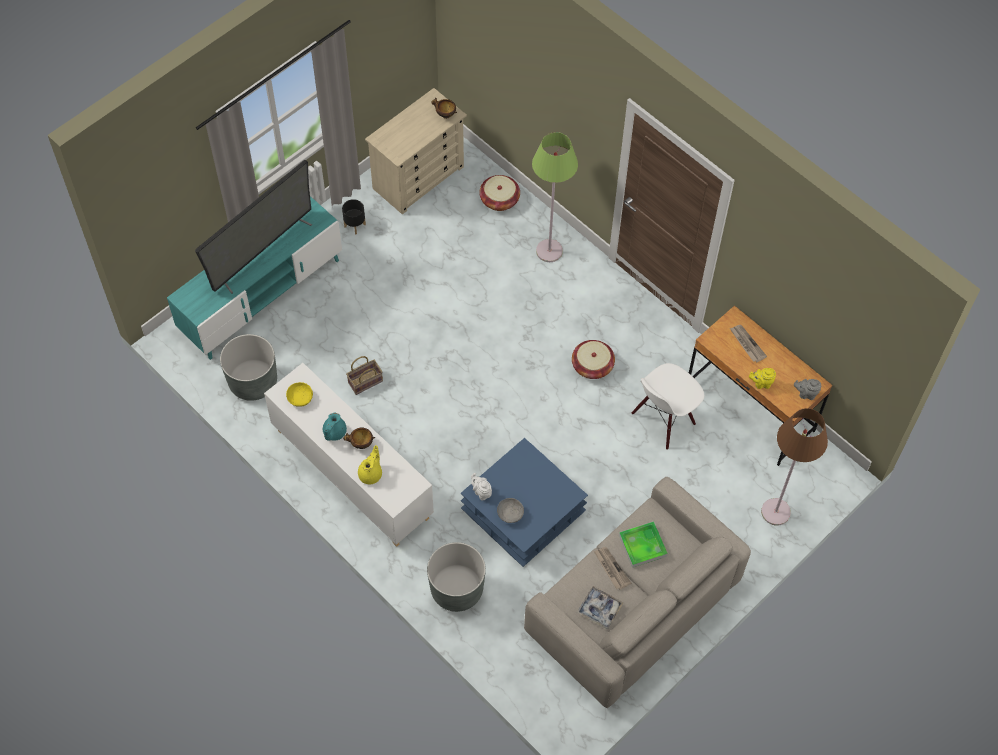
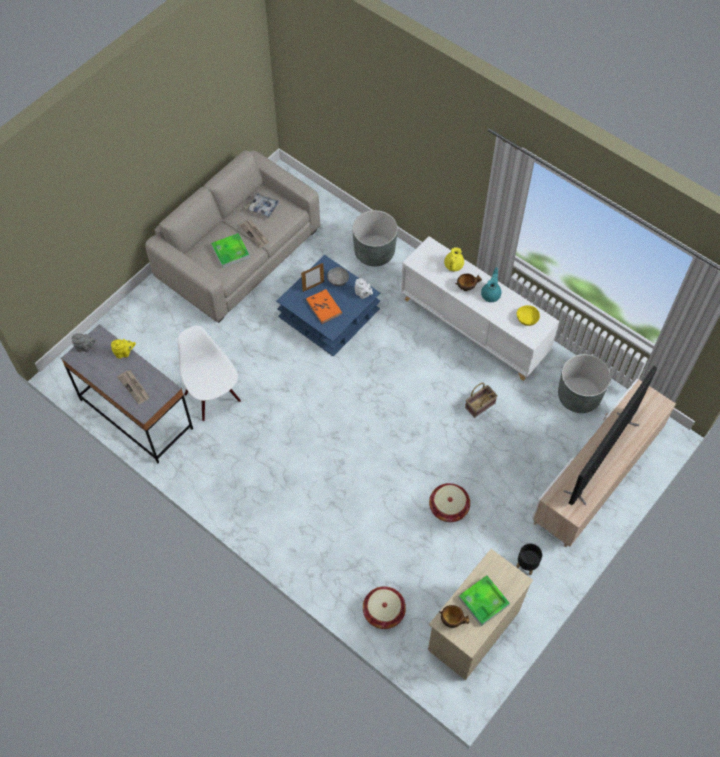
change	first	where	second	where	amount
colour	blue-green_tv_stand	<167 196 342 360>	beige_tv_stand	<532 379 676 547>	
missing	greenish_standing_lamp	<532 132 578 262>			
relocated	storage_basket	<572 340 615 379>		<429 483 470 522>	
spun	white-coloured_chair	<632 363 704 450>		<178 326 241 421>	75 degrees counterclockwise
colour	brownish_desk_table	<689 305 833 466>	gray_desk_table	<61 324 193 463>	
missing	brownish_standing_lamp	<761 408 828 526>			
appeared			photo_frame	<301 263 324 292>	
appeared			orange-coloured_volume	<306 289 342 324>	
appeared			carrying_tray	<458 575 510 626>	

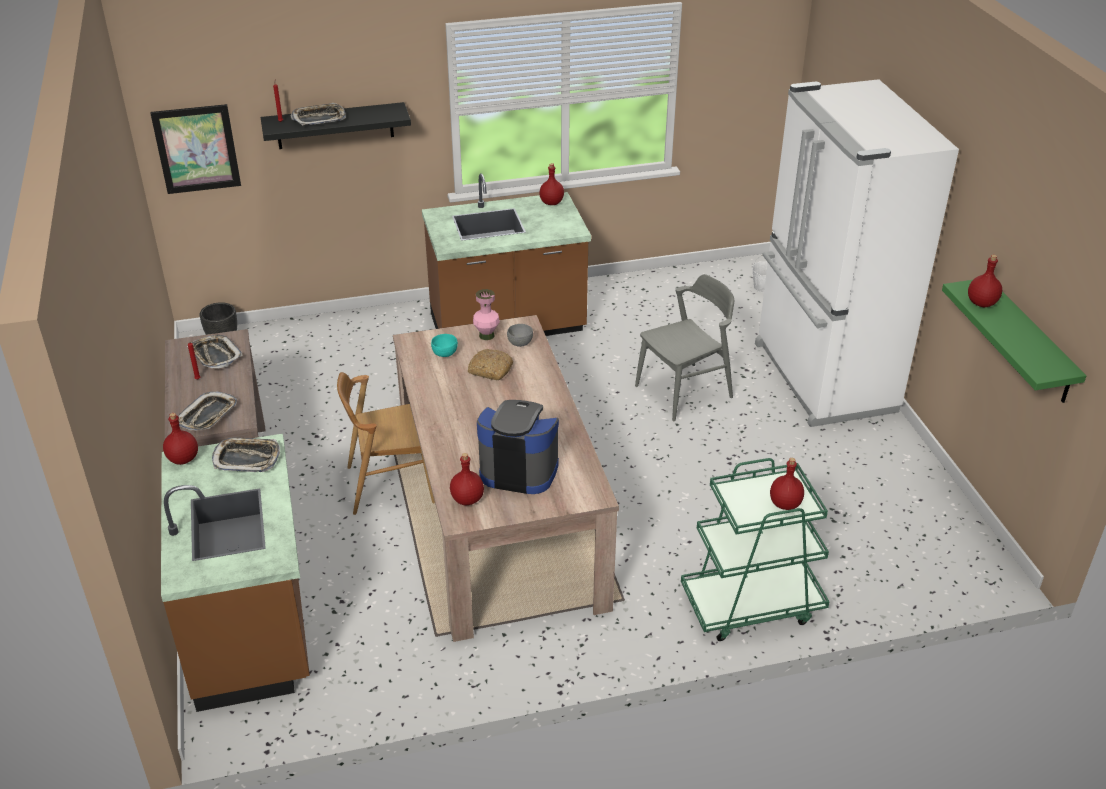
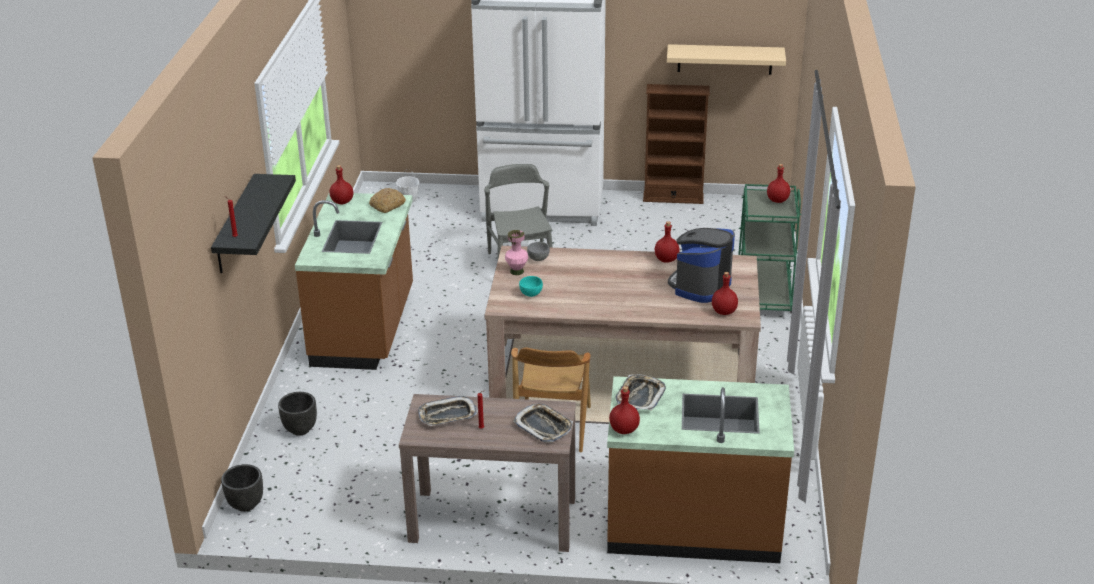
change	first	where	second	where	amount
missing	wall_art	<150 104 241 194>			
missing	carrying_tray	<290 103 346 126>			
relocated	bakery_bread	<468 349 513 380>		<369 188 406 213>	
colour	greenish_wall_shelf	<942 280 1086 403>	beige_wall_shelf	<667 44 786 75>	
relocated	red-coloured_bottle	<968 255 1002 307>		<655 221 680 263>	
appeared			black-coloured_planter	<278 392 317 436>	
appeared			brownish_bookshelf	<643 84 710 204>	

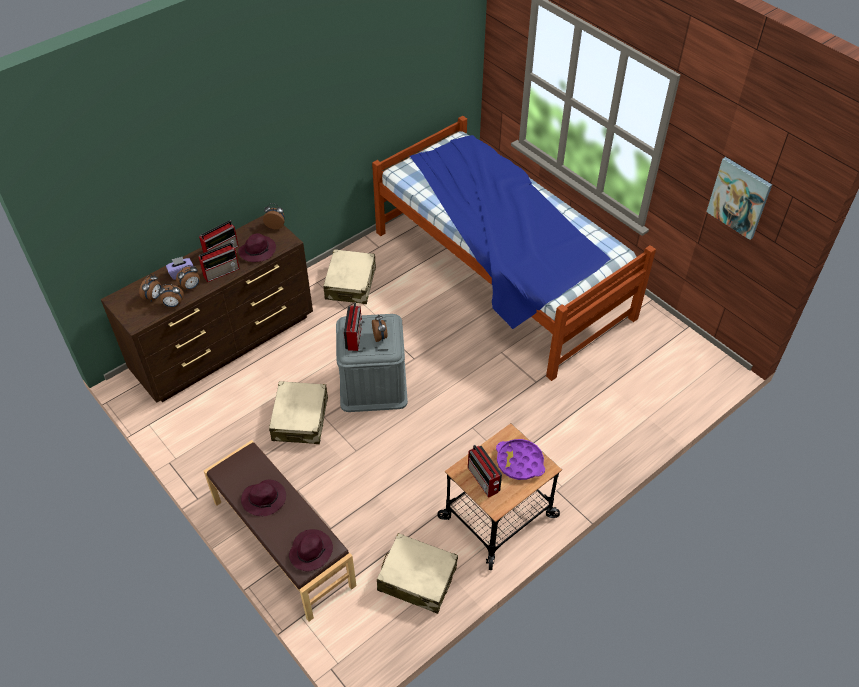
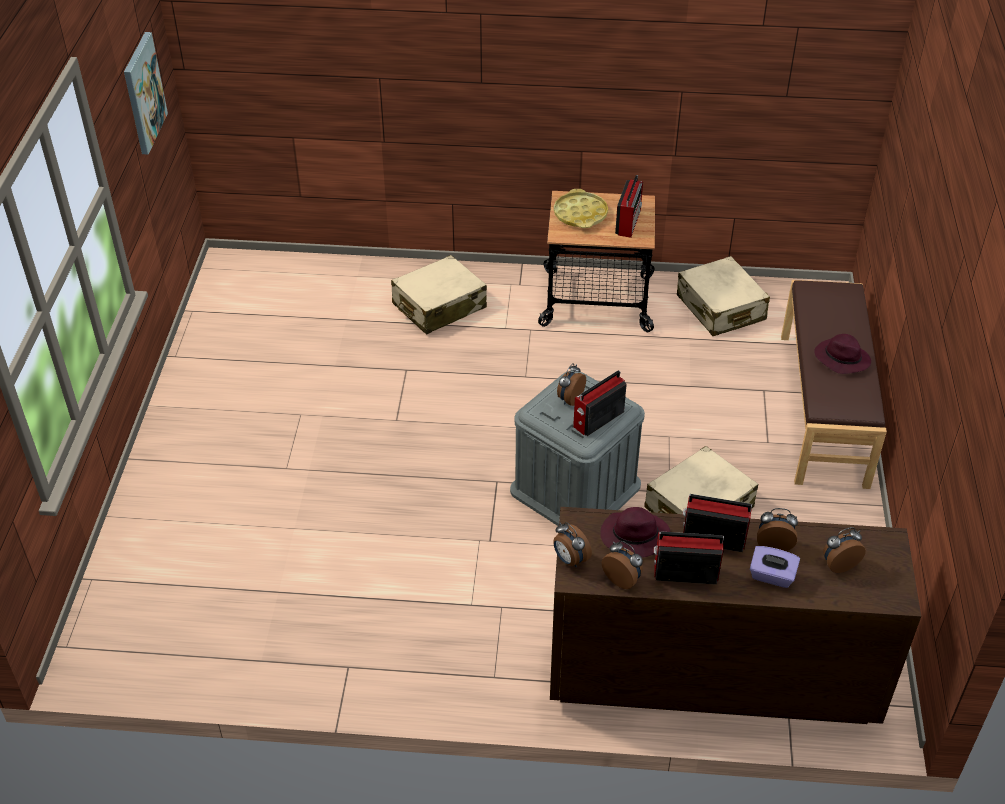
change	first	where	second	where	amount
relocated	table_clock	<158 284 184 307>		<602 541 643 589>	
missing	purple-coloured_clothing_hat	<289 529 333 571>			
relocated	beige_suitcase	<323 249 376 304>		<391 255 487 335>	
missing	bed	<372 116 656 381>			
colour	purple-coloured_carrying_tray	<496 439 545 480>	yellow-coloured_carrying_tray	<554 189 608 228>	

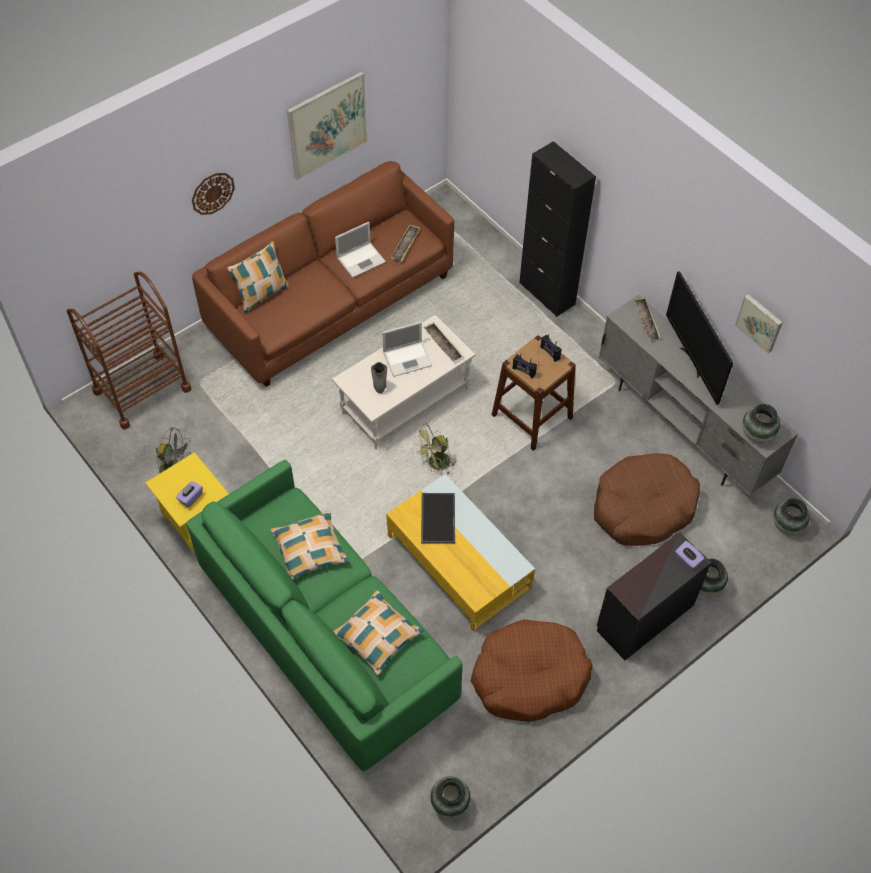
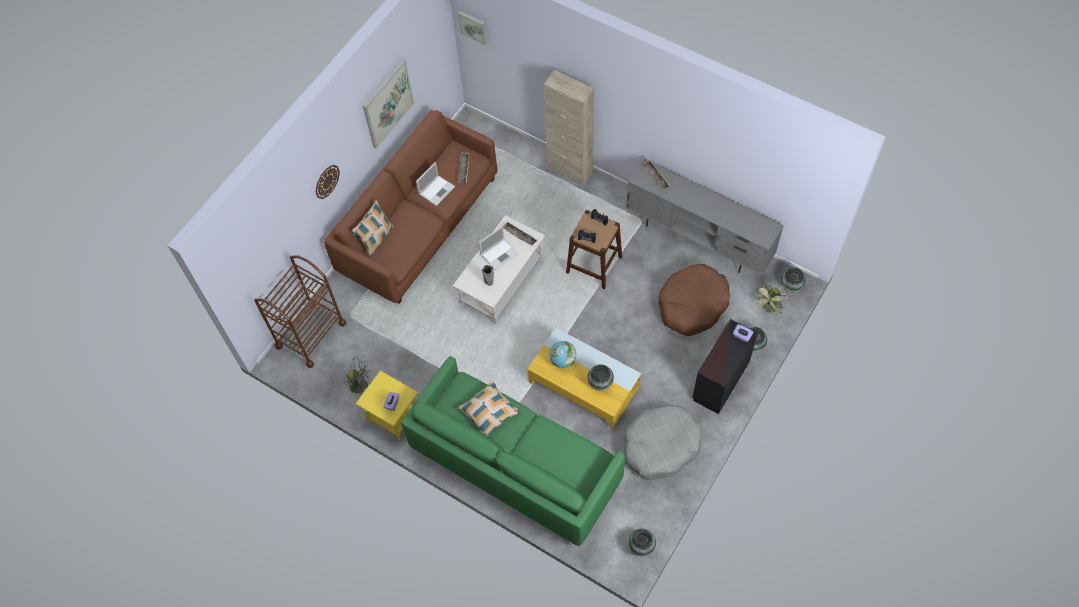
change	first	where	second	where	amount
missing	throw_pillow	<333 590 424 675>			
relocated	greenish_cooling_fan	<413 423 456 475>		<753 283 788 313>	
exchanged	carrying_tray	<421 493 455 544>	globe	<549 341 576 368>	
colour	brownish_dog_cushion	<471 619 593 722>	gray_dog_cushion	<624 405 702 480>	
colour	black-coloured_cabinet	<519 141 596 317>	beige_cabinet	<544 70 594 185>	
missing	TV_set	<666 271 733 405>			
relocated	wall_art	<735 294 783 353>		<458 11 487 45>	
relocated	flower_vase	<742 404 780 443>		<587 364 614 391>	

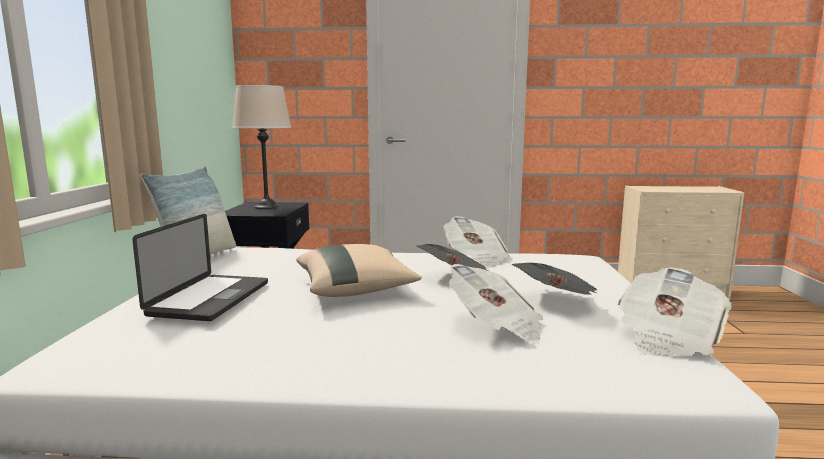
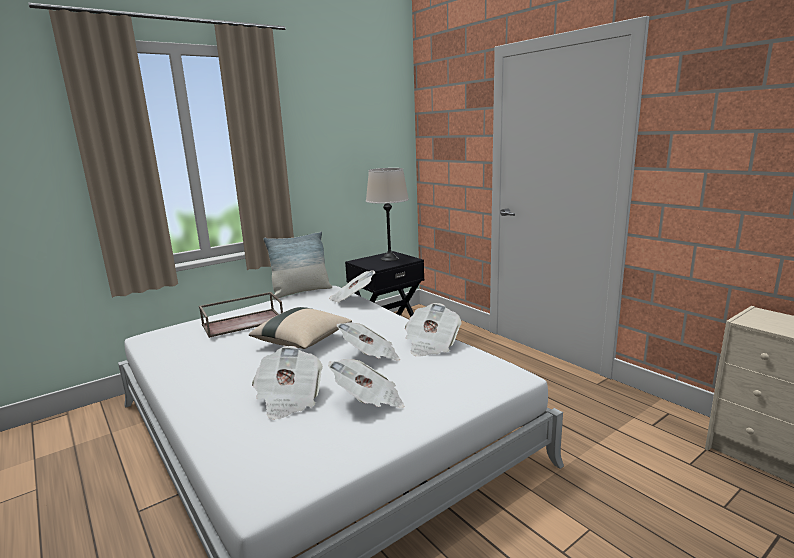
change	first	where	second	where	amount
exchanged	portable_computer	<132 214 268 321>	brownish_carrying_tray	<199 292 283 338>	
relocated	newspaper	<618 267 732 356>		<329 270 375 303>	

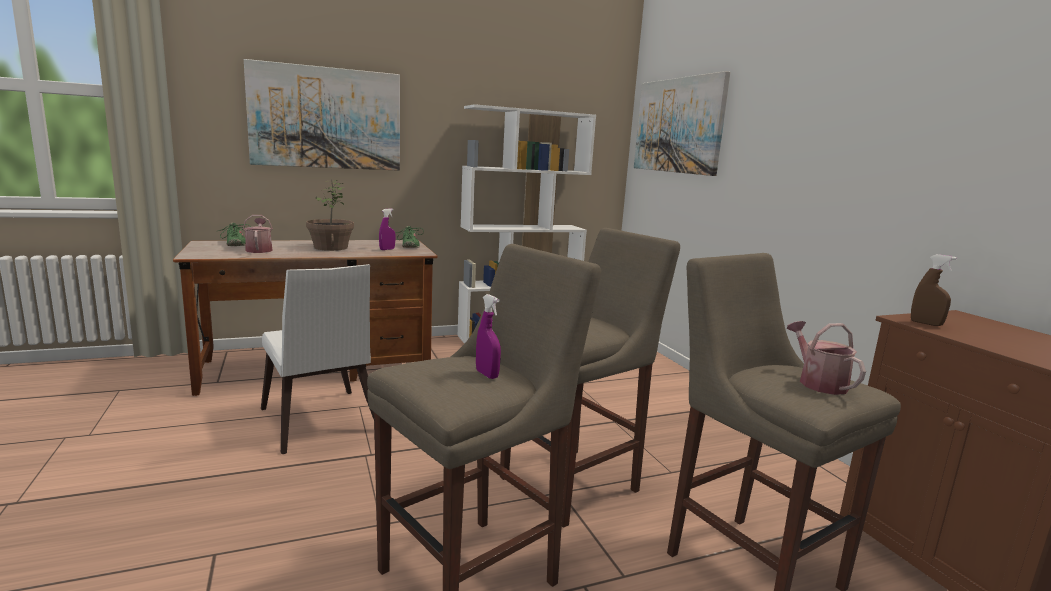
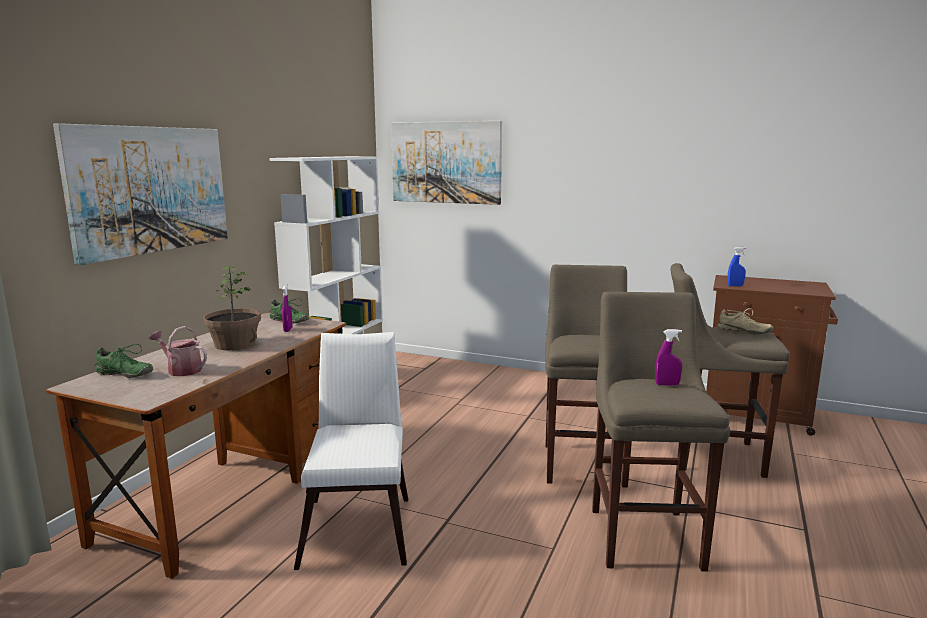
change	first	where	second	where	amount
spun	white-coloured_chair	<261 264 374 454>		<294 332 408 570>	105 degrees counterclockwise
exchanged	sprinkling_can	<786 321 866 395>	beige_item_of_footwear	<717 308 773 334>	
colour	brownish_spray_bottle	<911 254 957 326>	blue_spray_bottle	<727 247 746 286>	

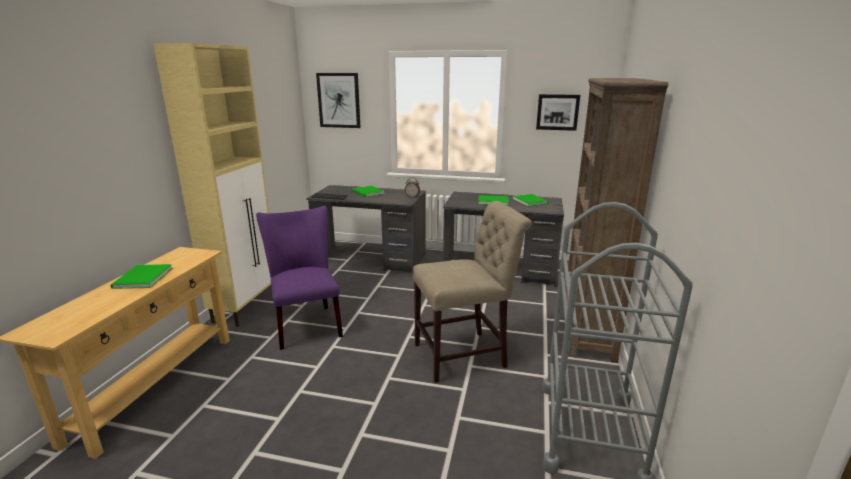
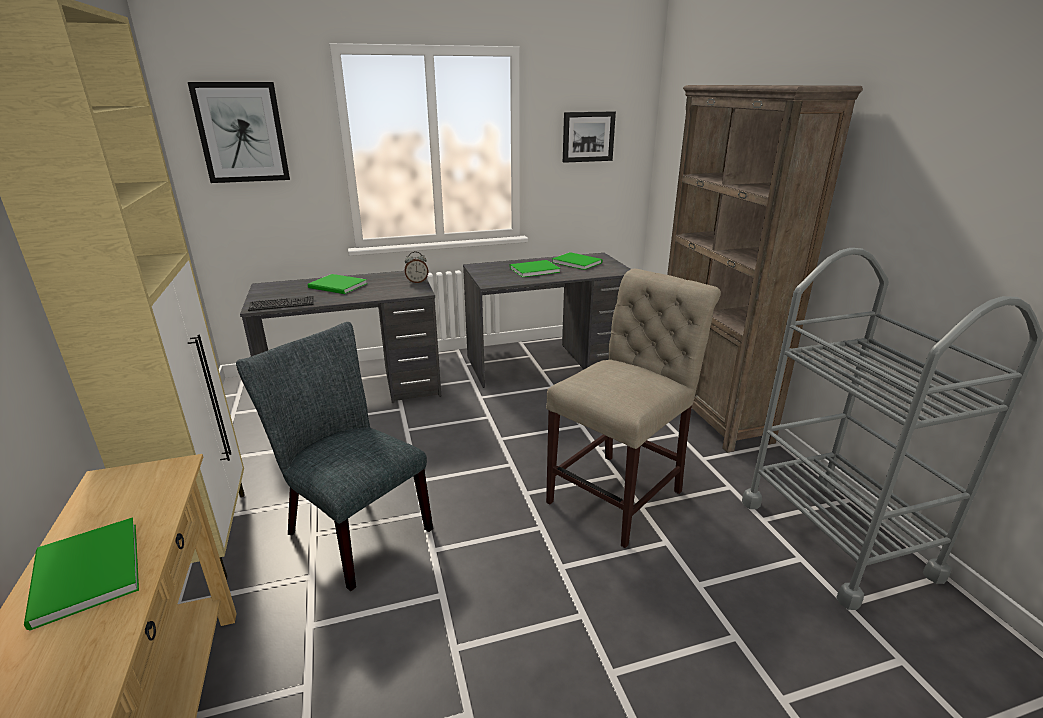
change	first	where	second	where	amount
colour	purple-coloured_chair	<256 206 343 350>	gray_chair	<236 322 433 591>	

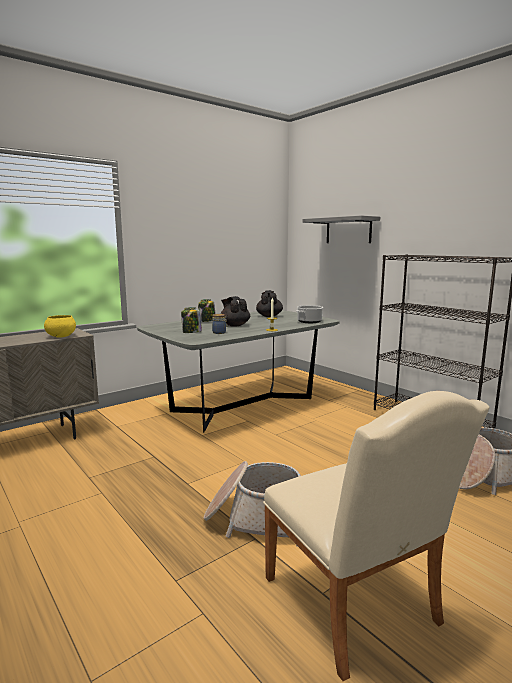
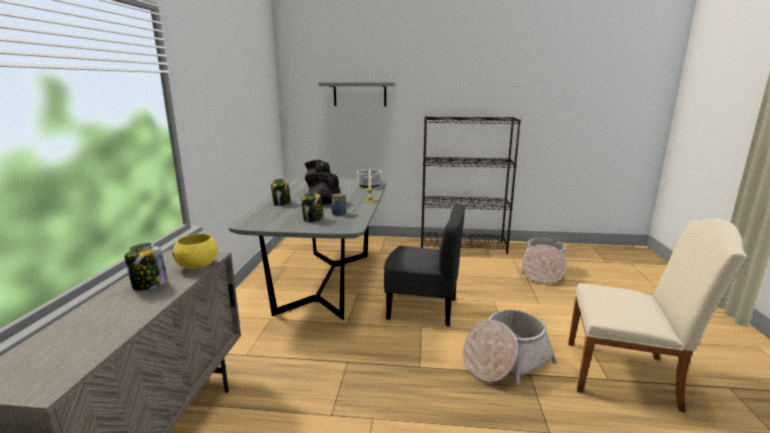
change	first	where	second	where	amount
appeared			preserve_jar	<124 243 168 291>	
appeared			gray_chair	<384 205 465 326>	

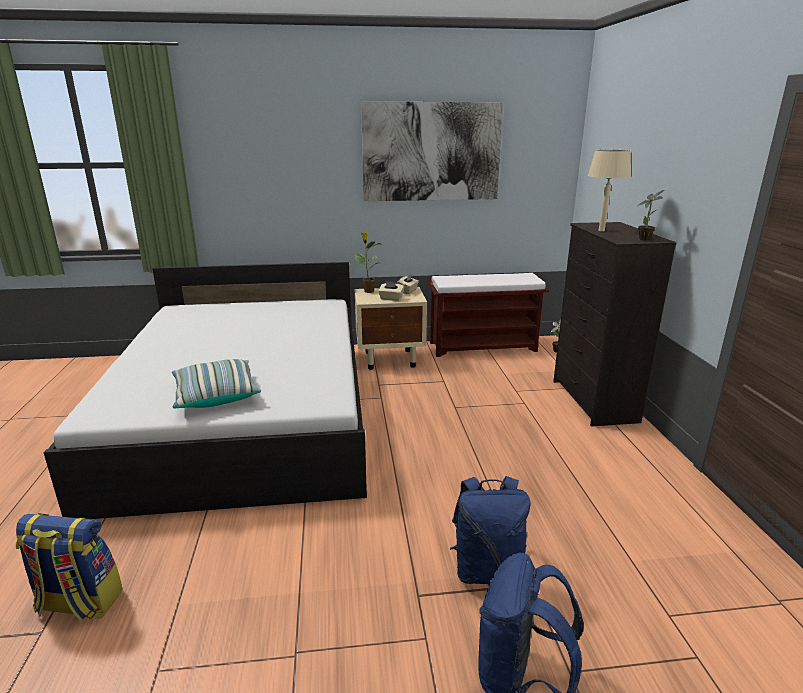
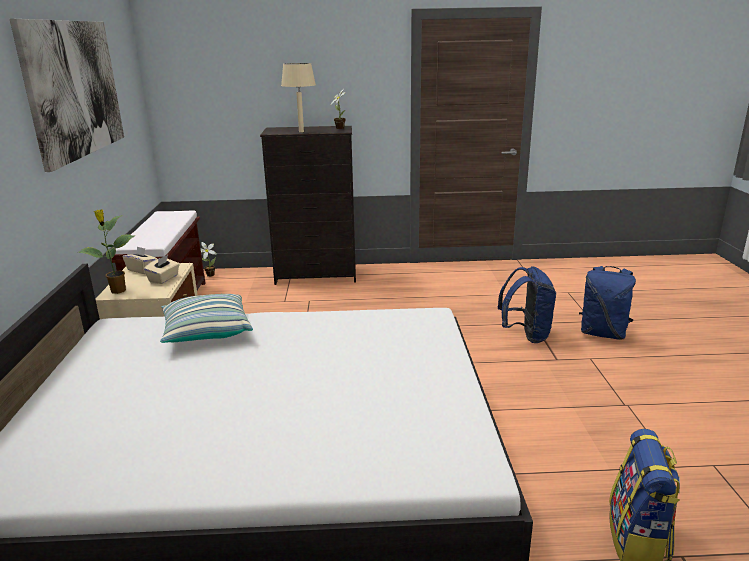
change	first	where	second	where	amount
relocated	throw_pillow	<172 359 261 408>		<160 294 253 343>	

